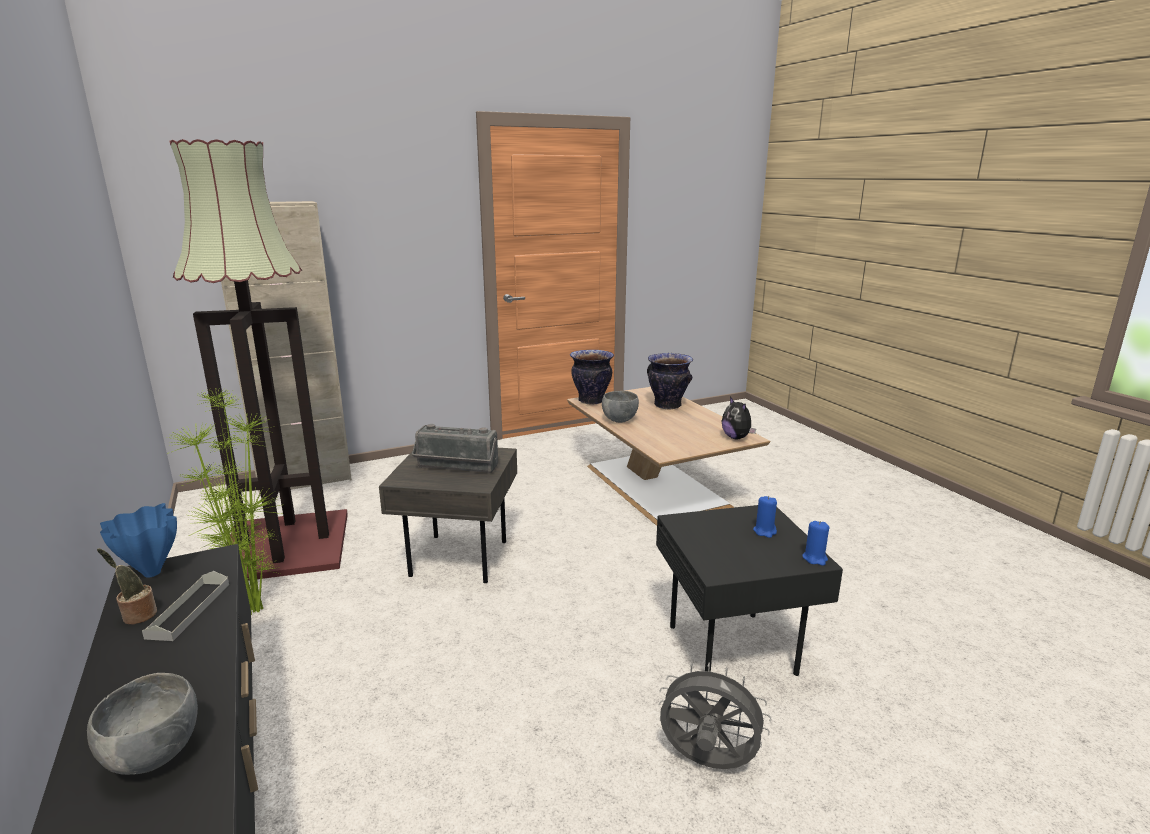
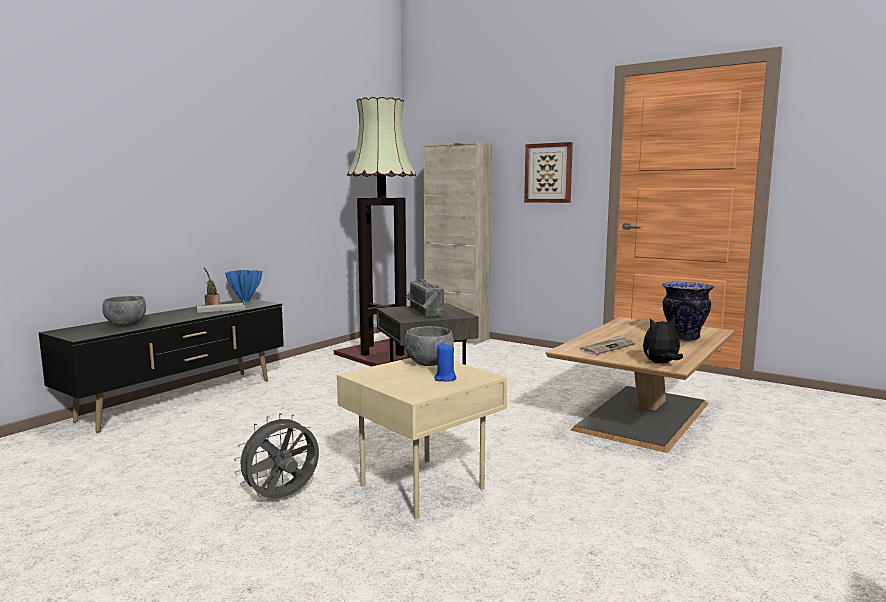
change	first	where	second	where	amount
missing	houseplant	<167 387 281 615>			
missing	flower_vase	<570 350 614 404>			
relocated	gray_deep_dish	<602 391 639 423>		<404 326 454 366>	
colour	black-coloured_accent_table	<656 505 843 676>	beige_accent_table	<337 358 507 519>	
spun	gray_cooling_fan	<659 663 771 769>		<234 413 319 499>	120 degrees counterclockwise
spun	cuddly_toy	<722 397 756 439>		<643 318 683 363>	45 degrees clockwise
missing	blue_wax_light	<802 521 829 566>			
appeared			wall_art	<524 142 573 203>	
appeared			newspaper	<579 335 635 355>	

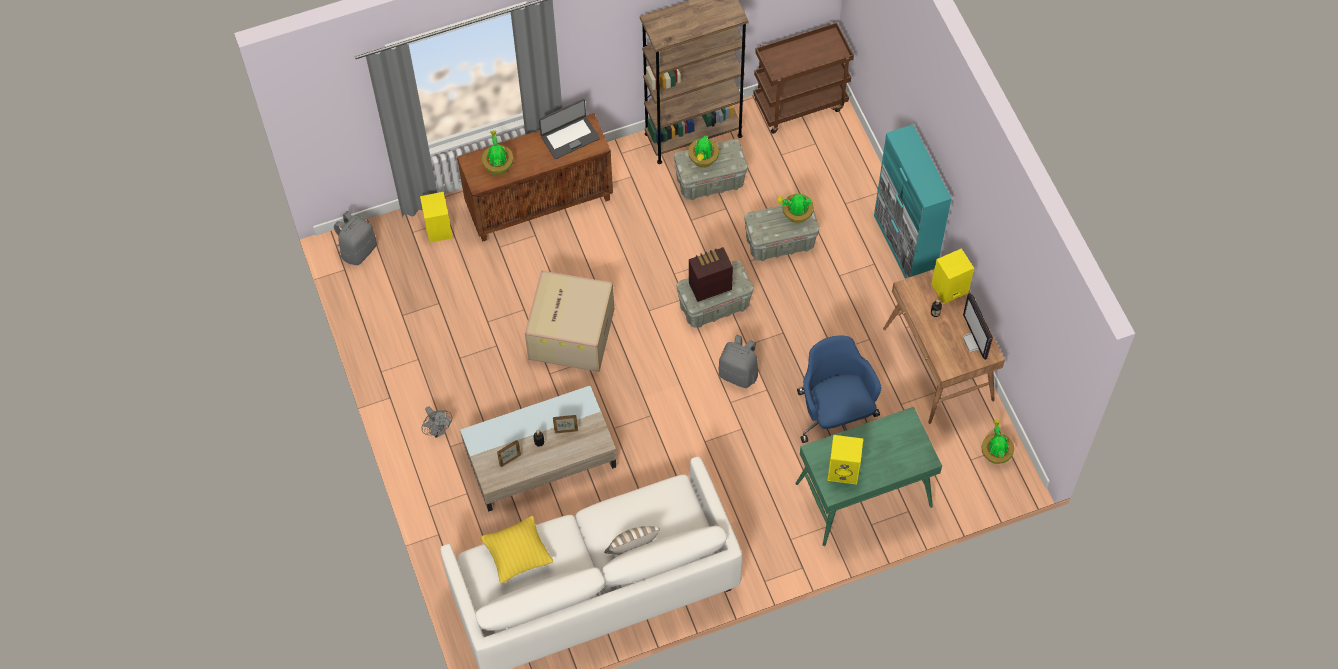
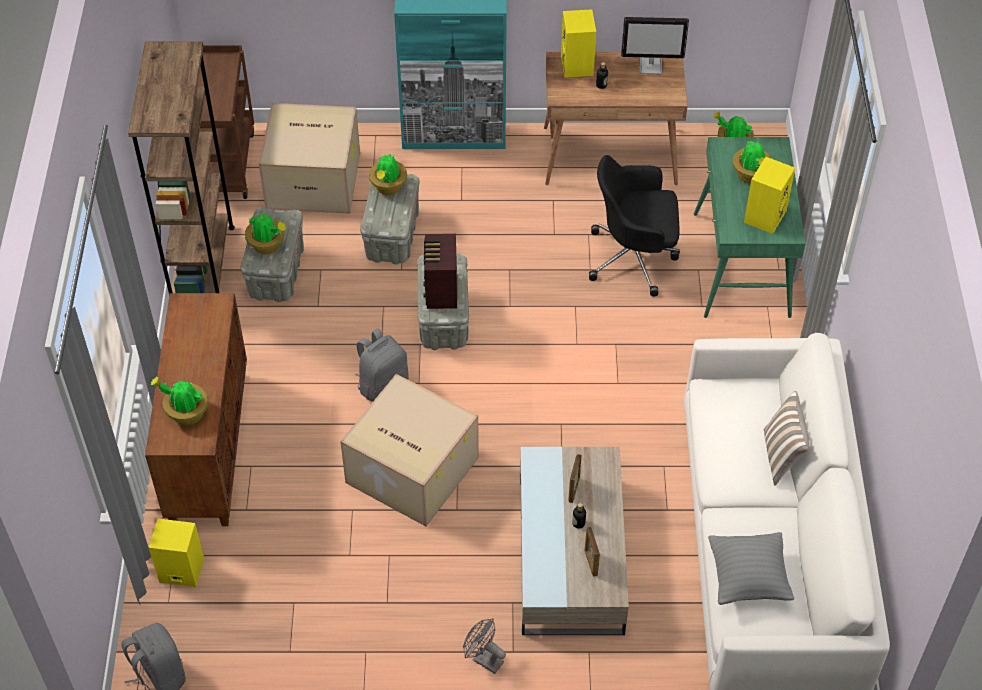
change	first	where	second	where	amount
spun	gray_cooling_fan	<422 406 452 438>		<463 618 506 674>	135 degrees counterclockwise
colour	yellow-coloured_throw_pillow	<480 516 553 583>	gray_throw_pillow	<708 532 794 605>	
missing	portable_computer	<539 99 600 159>			
relocated	gray_knapsack	<718 335 758 388>		<356 328 409 402>	
colour	blue_desk_chair	<797 336 881 443>	black-coloured_desk_chair	<589 155 680 296>	
appeared			cardboard_box	<259 103 360 214>	
appeared			houseplant	<732 140 772 184>	

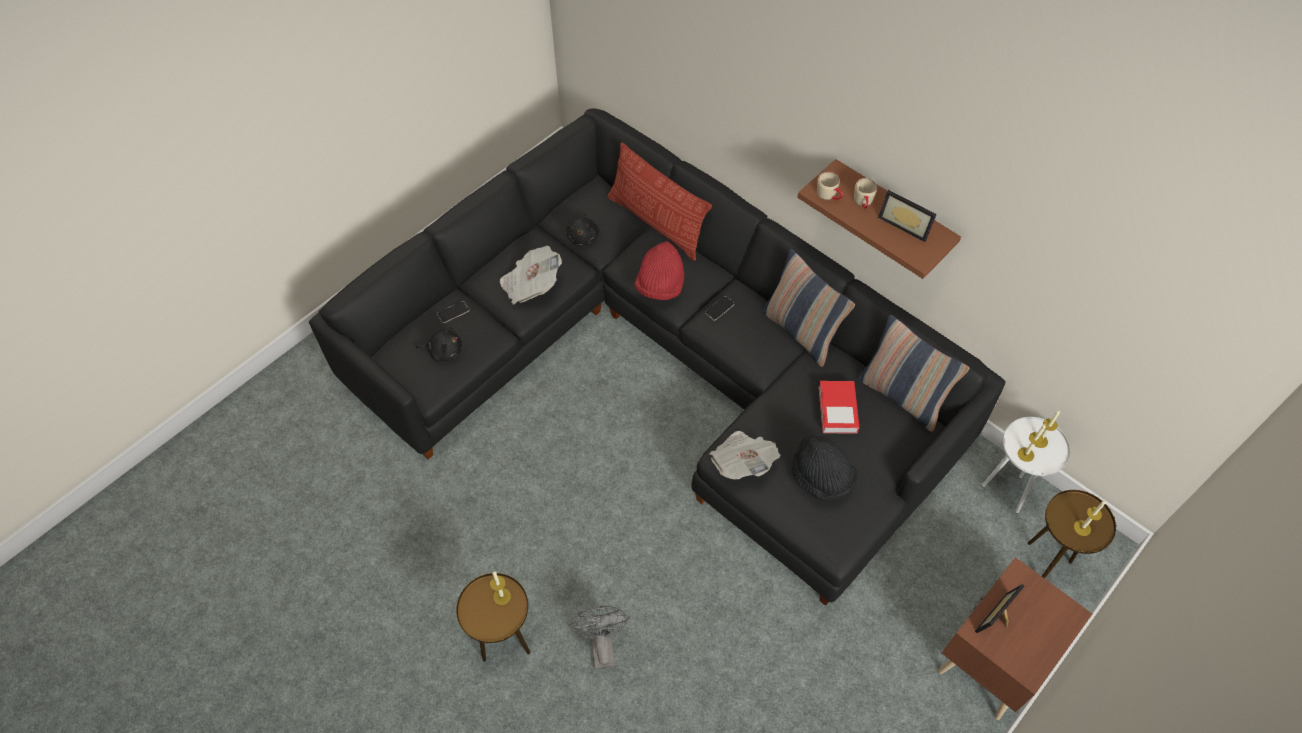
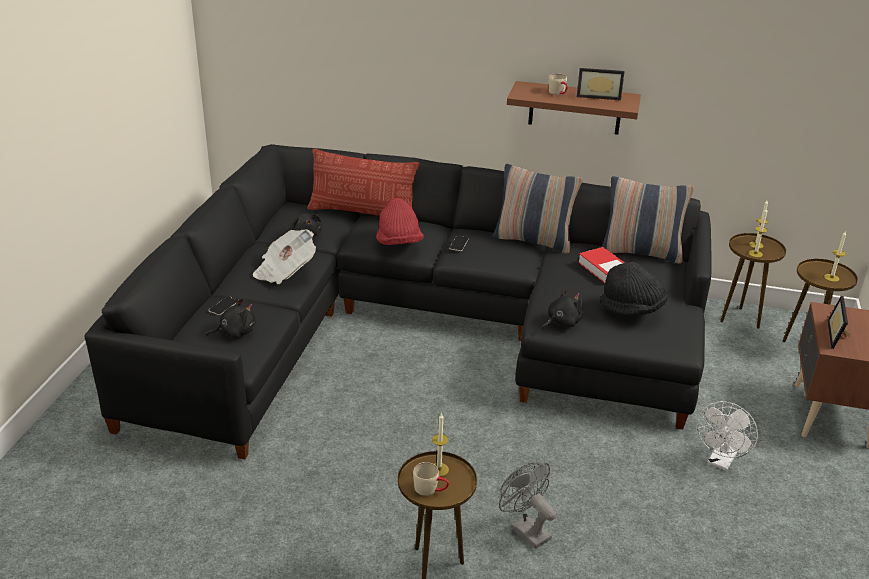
change	first	where	second	where	amount
exchanged	newspaper	<709 431 780 480>	black-coloured_cuddly_toy	<542 289 583 330>	
relocated	beige_mug	<817 172 843 200>		<413 462 449 496>	
colour	white-coloured_accent_table	<981 417 1070 513>	brownish_accent_table	<720 233 786 329>	
appeared			white-coloured_cooling_fan	<697 401 758 471>	

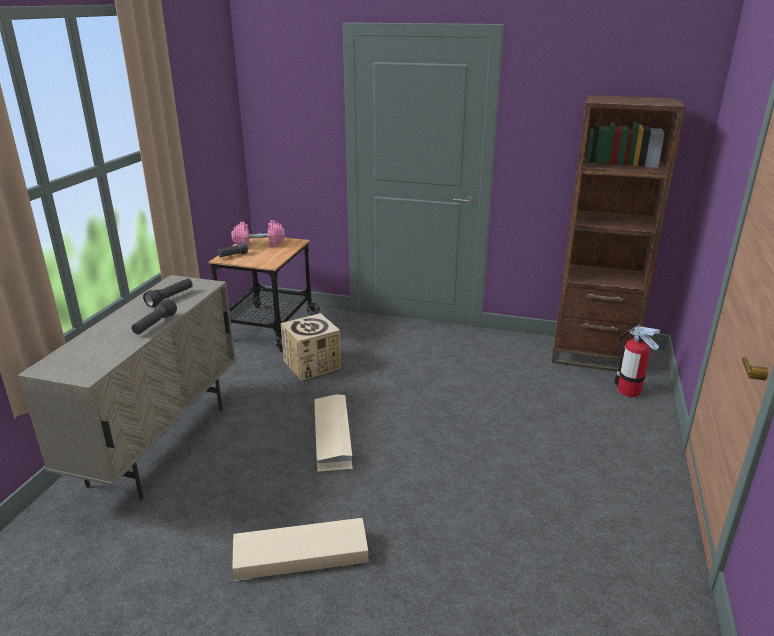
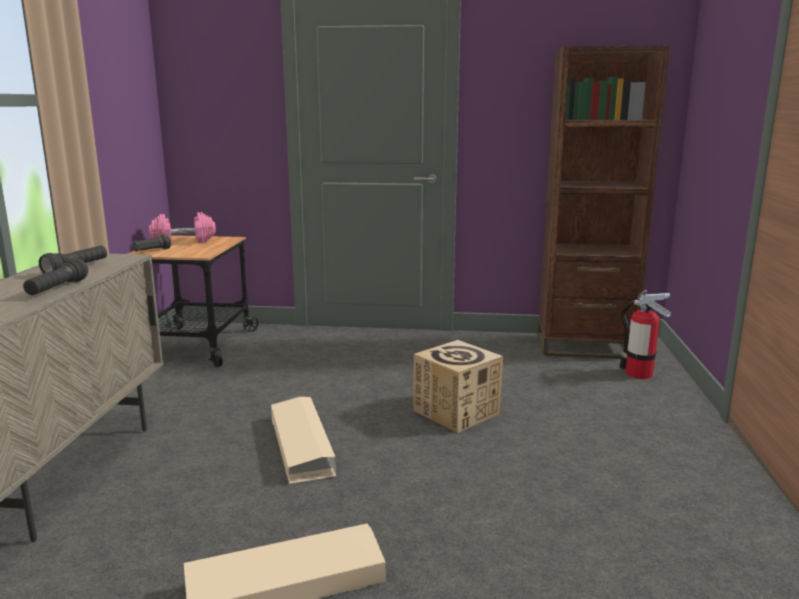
change	first	where	second	where	amount
relocated	cardboard_box	<281 313 341 381>		<413 340 503 433>	

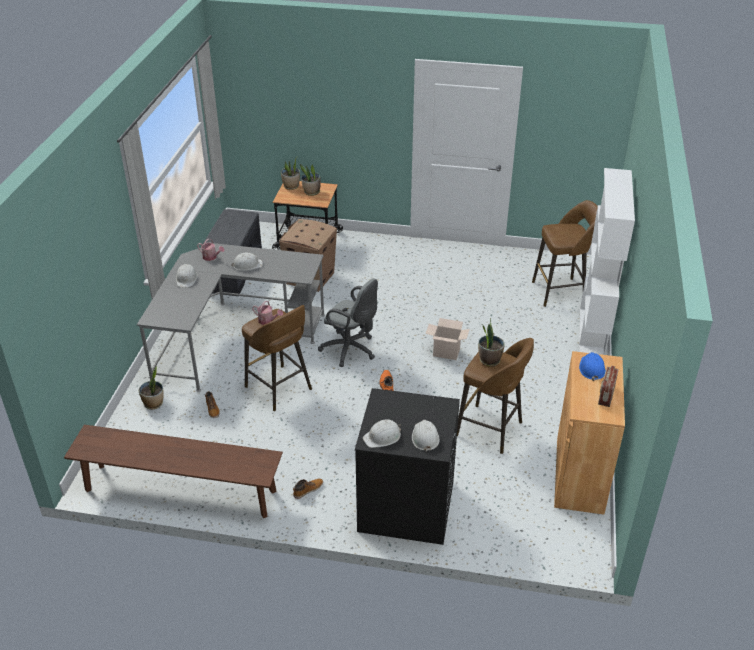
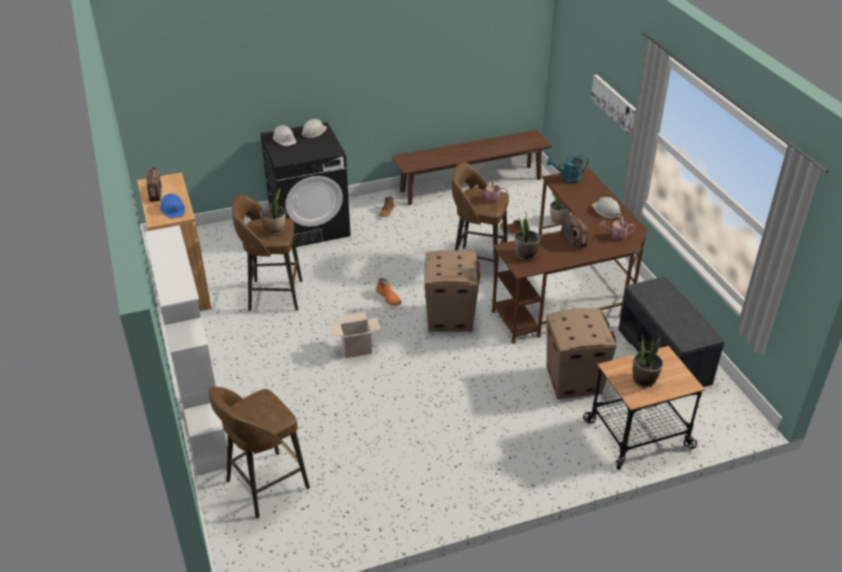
change	first	where	second	where	amount
colour	gray_desk_table	<137 243 325 392>	brownish_desk_table	<491 168 648 344>	
exchanged	white-coloured_hard_hat	<232 253 263 271>	radio_set	<561 214 588 249>	
relocated	houseplant	<281 157 300 190>		<515 214 540 261>	
exchanged	gray_desk_chair	<318 278 378 367>	cardboard_box	<424 250 481 332>	
appeared			blue-green_sprinkling_can	<547 155 588 184>	
appeared			wall_art	<591 74 636 136>	

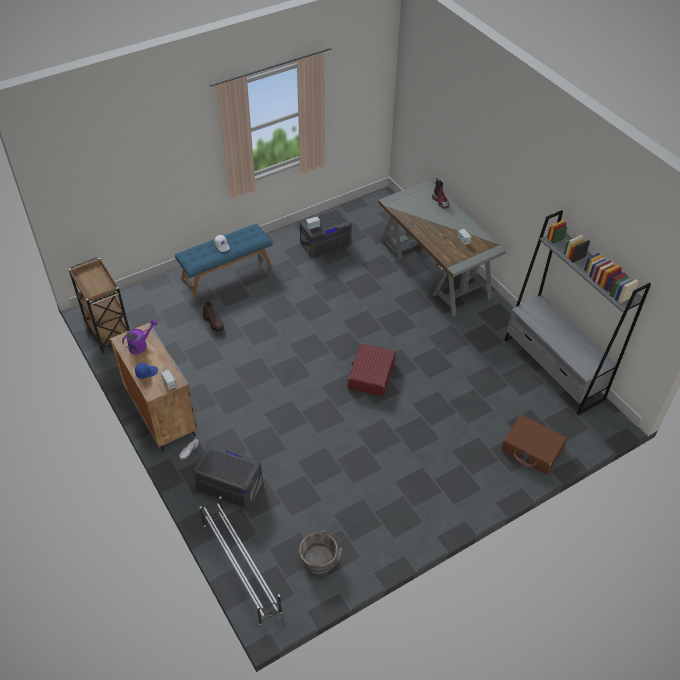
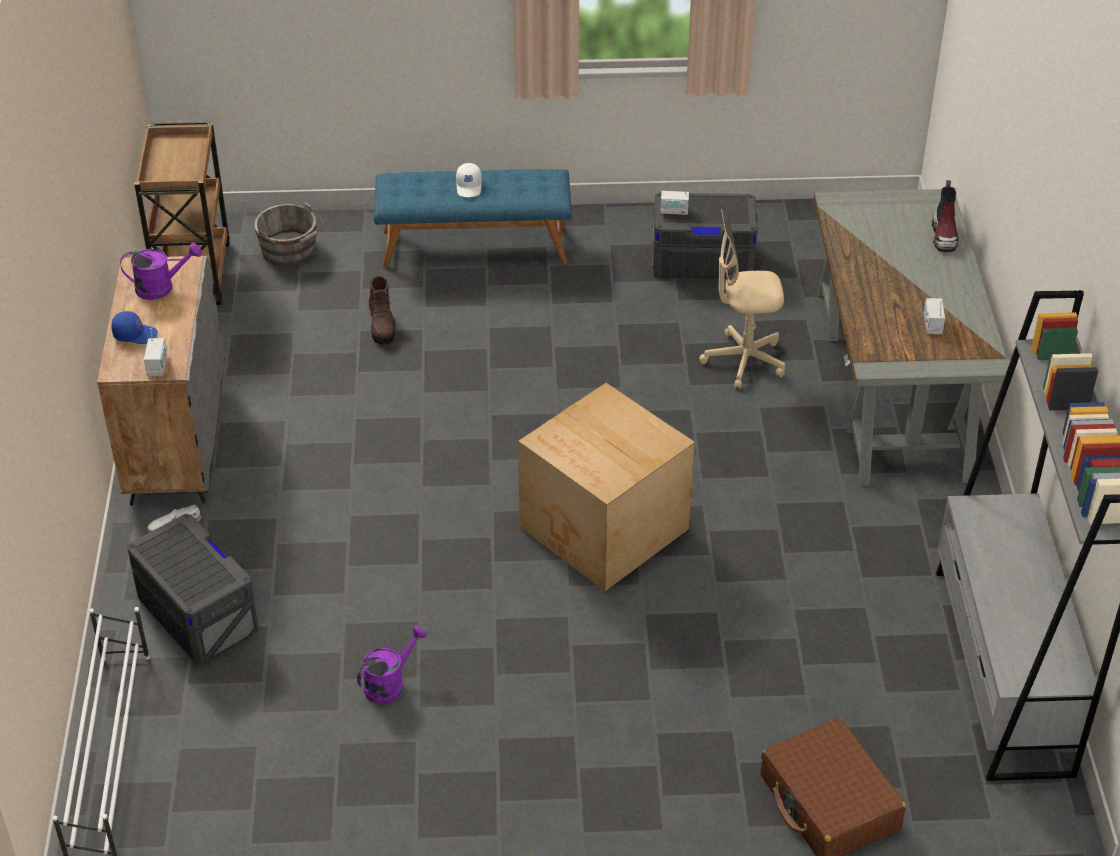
change	first	where	second	where	amount
relocated	gray_water_bucket	<299 530 342 575>		<254 203 323 266>	
exchanged	red-coloured_suitcase	<348 344 396 397>	cardboard_box	<518 383 695 591>	
appeared			purple-coloured_sprinkling_can	<357 625 427 704>	
appeared			beige_desk_chair	<700 209 785 389>	

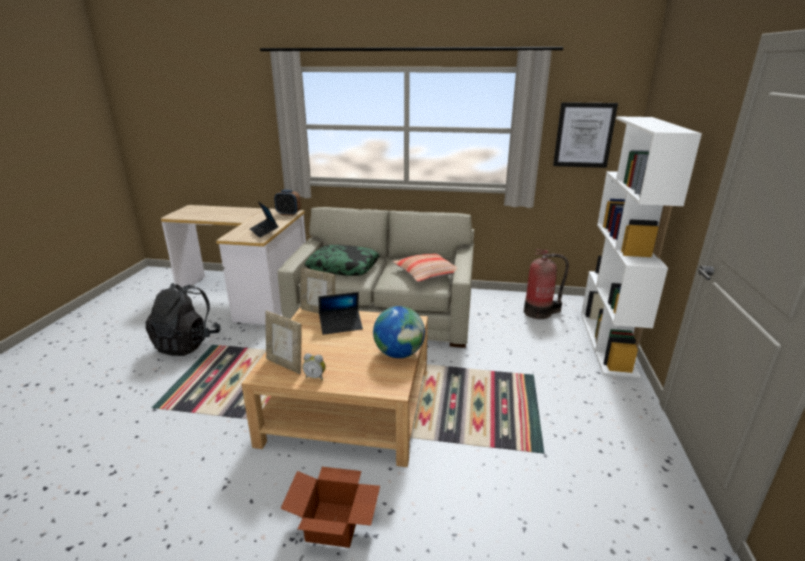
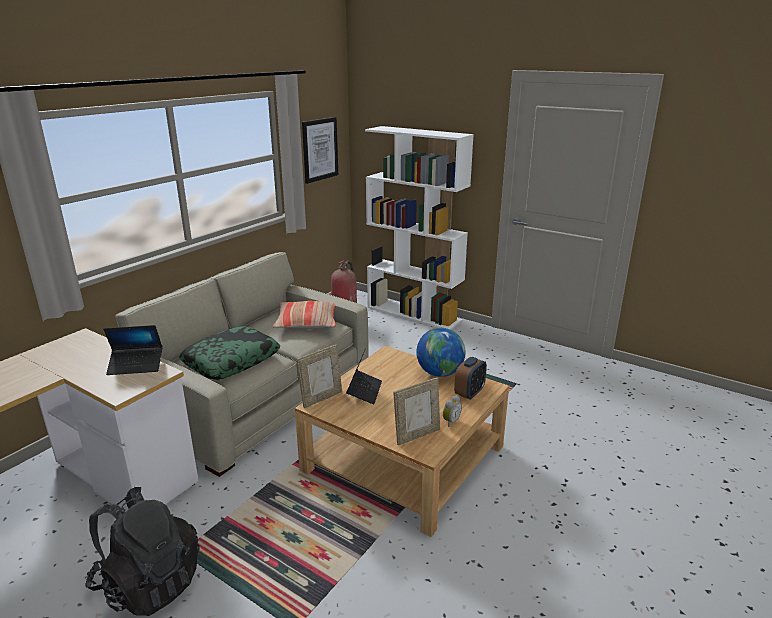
change	first	where	second	where	amount
relocated	table_clock	<274 190 301 216>		<454 357 487 400>	
missing	cardboard_box	<280 467 380 548>			

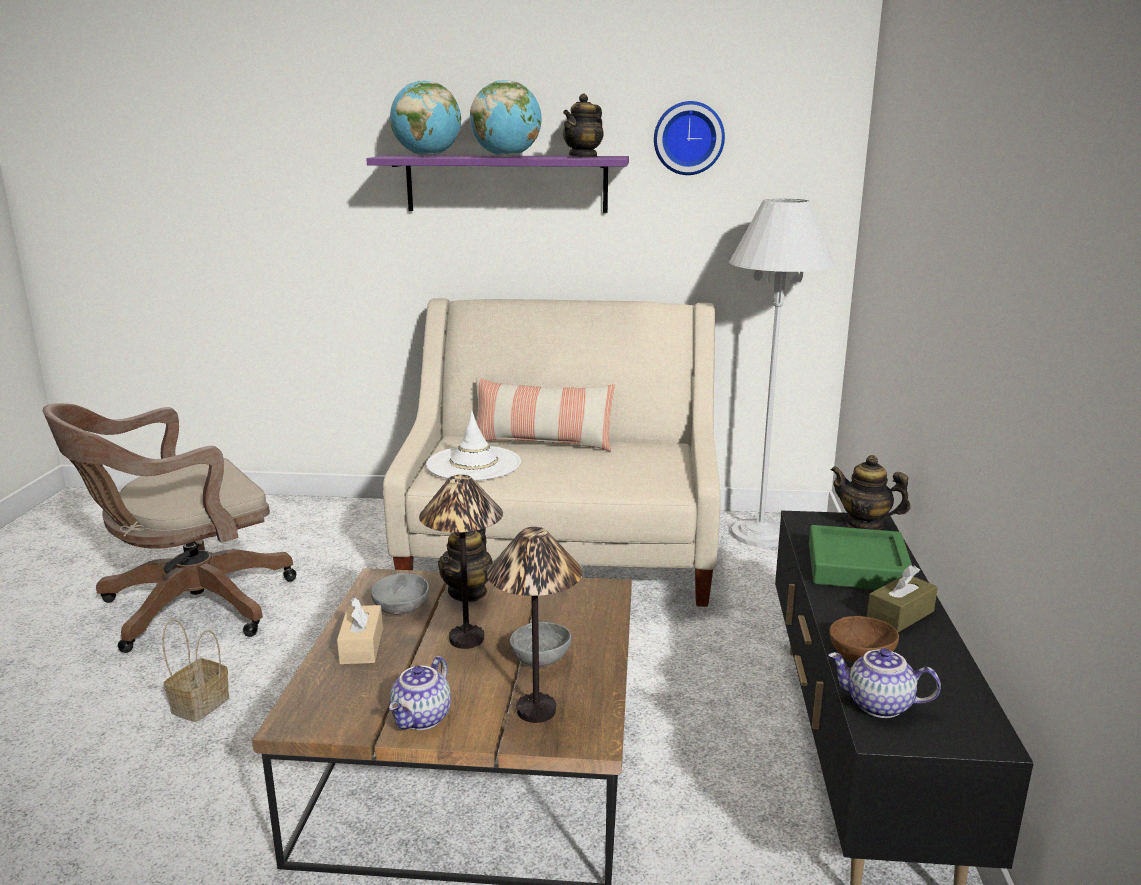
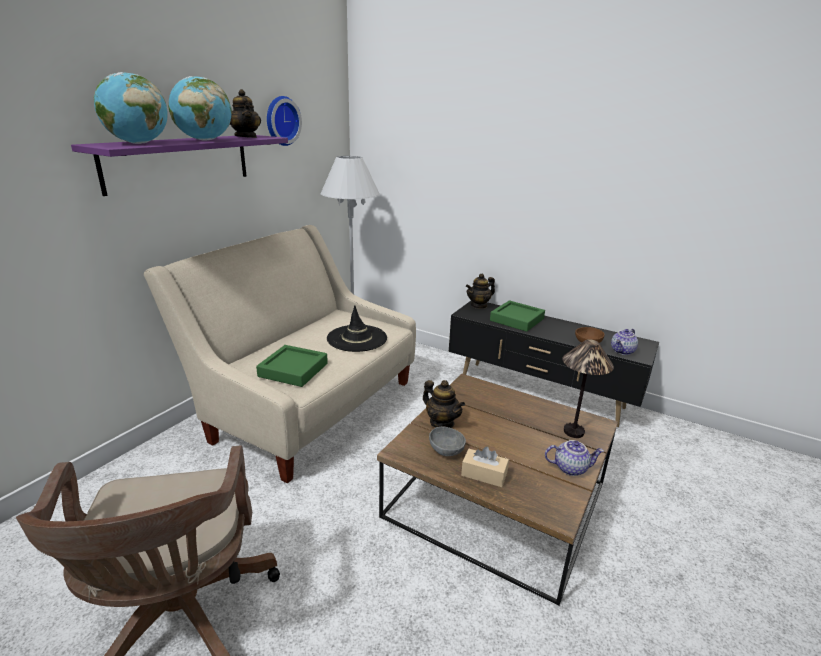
change	first	where	second	where	amount
missing	storage_basket	<162 619 229 722>			
spun	tea_pot	<389 656 451 730>		<545 440 604 476>	45 degrees counterclockwise
missing	table_lamp	<419 475 503 649>			
exchanged	white-coloured_clothing_hat	<426 411 521 481>	greenish_carrying_tray	<256 345 328 387>	
missing	throw_pillow	<476 377 615 452>			
missing	gray_deep_dish	<510 622 571 667>			
missing	brownish_box_of_tissues	<867 565 938 632>			
appeared			black-coloured_clothing_hat	<327 305 387 352>	

